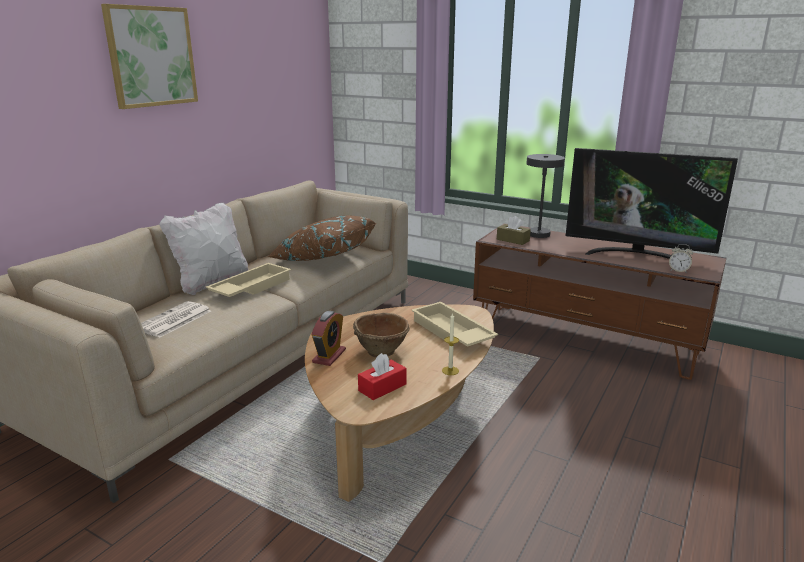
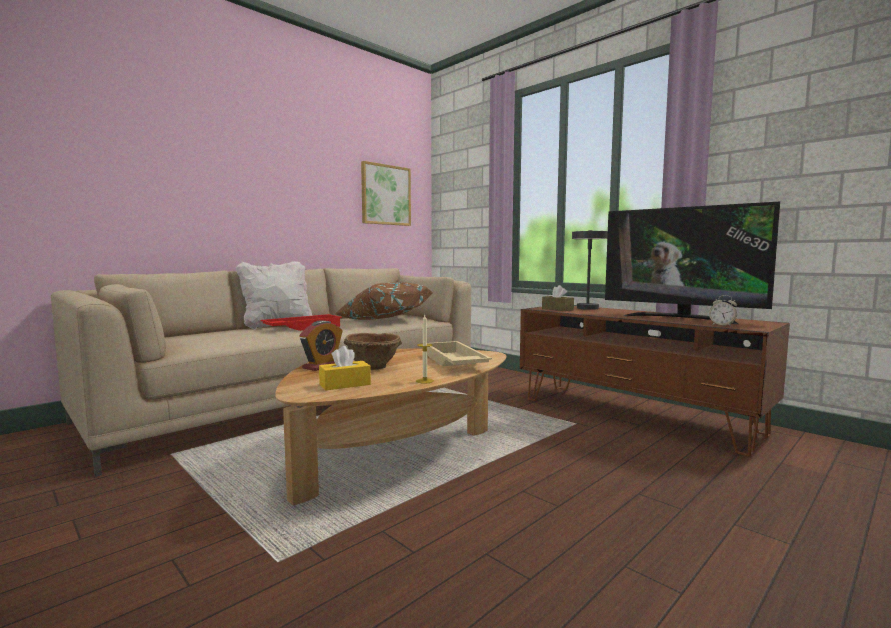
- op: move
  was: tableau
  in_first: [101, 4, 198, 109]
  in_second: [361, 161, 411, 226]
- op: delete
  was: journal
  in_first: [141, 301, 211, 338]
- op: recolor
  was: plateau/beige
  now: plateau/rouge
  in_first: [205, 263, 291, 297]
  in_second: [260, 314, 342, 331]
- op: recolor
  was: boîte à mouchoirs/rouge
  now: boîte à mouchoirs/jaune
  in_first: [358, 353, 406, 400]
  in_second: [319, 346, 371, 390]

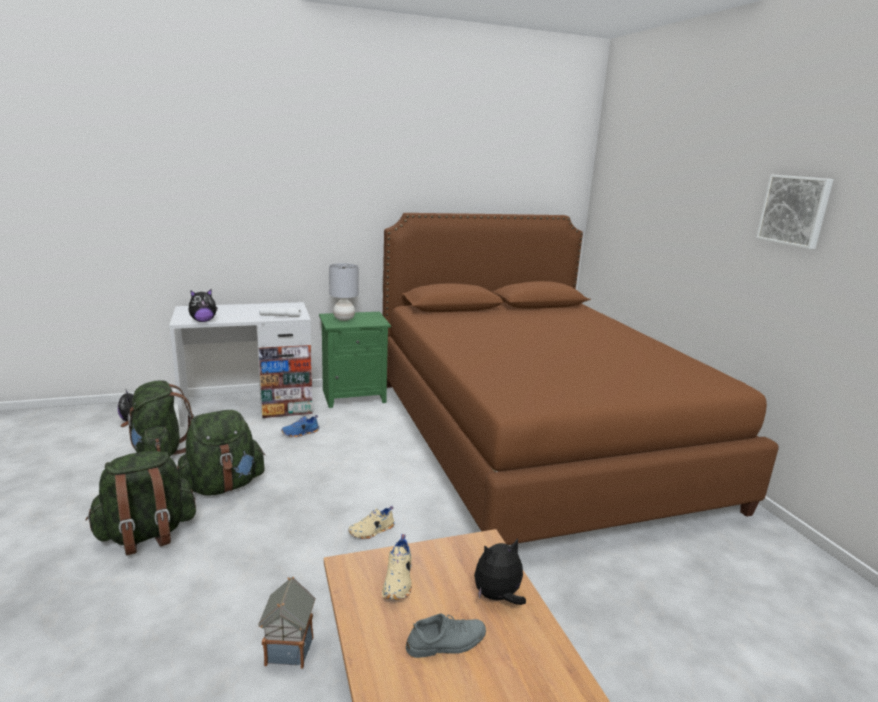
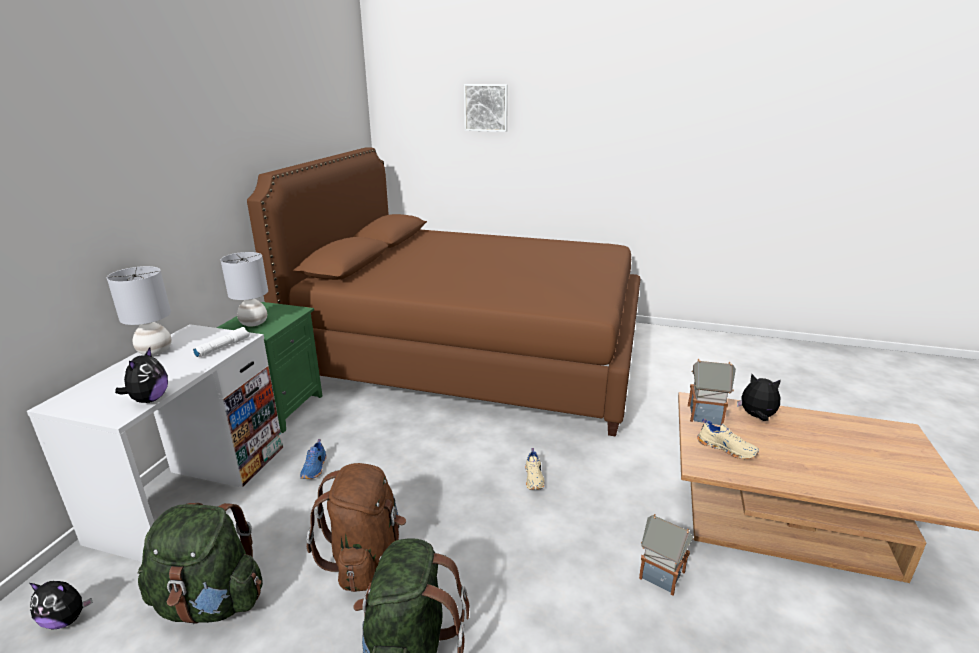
- op: recolor
  was: sac à dos/vert
  now: sac à dos/marron
  in_first: [177, 410, 265, 496]
  in_second: [306, 463, 406, 592]
- op: delete
  was: chaussure/gris
  in_first: [406, 613, 486, 658]
- op: rotate
  was: peluche
  in_first: [474, 539, 526, 605]
  in_second: [737, 374, 781, 421]
  clockwise: 105
- op: move
  was: tableau
  in_first: [756, 175, 834, 249]
  in_second: [464, 84, 508, 132]
- op: insert
  now: lampe de table/gris
  in_second: [107, 266, 172, 355]
- op: insert
  now: maison miniature
  in_second: [688, 359, 736, 425]

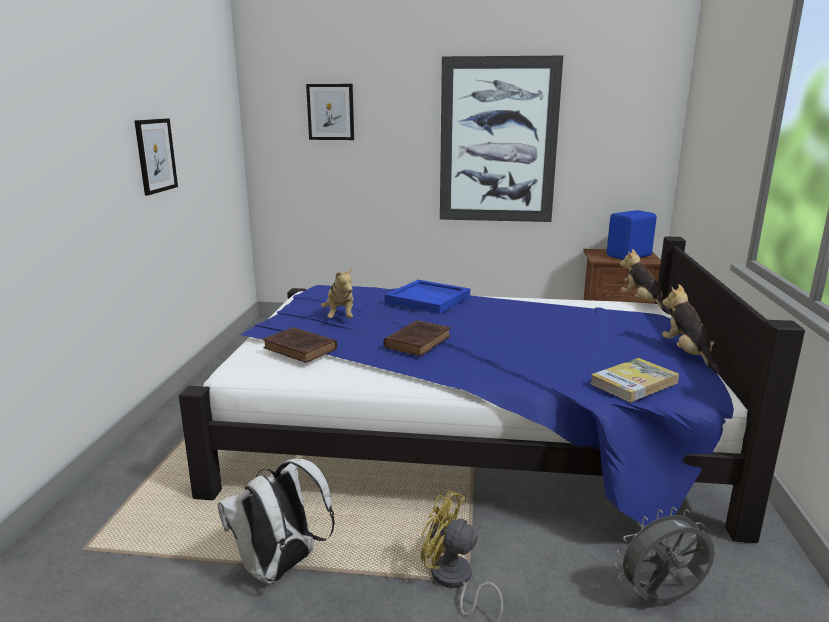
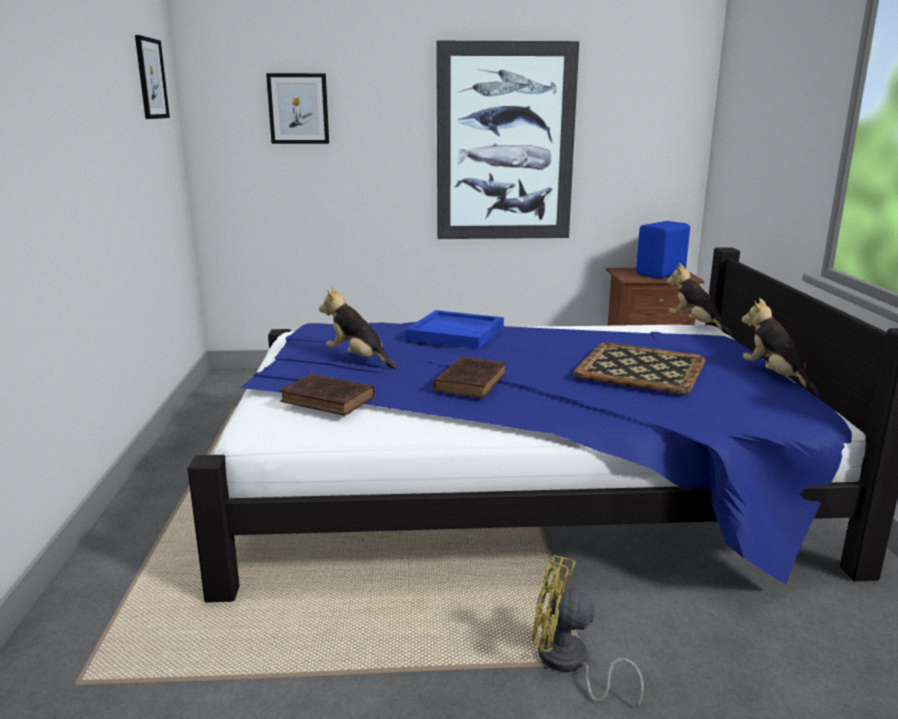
- op: move
  was: tableau
  in_first: [134, 118, 178, 195]
  in_second: [135, 35, 170, 119]
- op: delete
  was: sac à dos/blanc
  in_first: [218, 458, 335, 584]
- op: rotate
  was: peluche
  in_first: [321, 267, 353, 318]
  in_second: [319, 287, 398, 369]
  clockwise: 150
- op: delete
  was: livre
  in_first: [590, 358, 679, 402]
- op: delete
  was: ventilateur/gris
  in_first: [615, 507, 715, 603]
- op: insert
  now: plateau
  in_second: [573, 343, 706, 394]

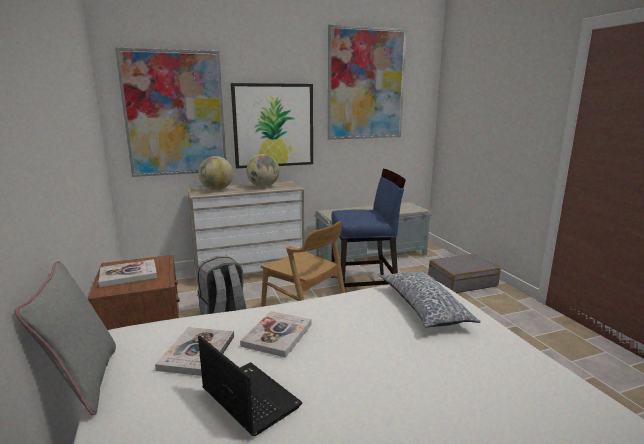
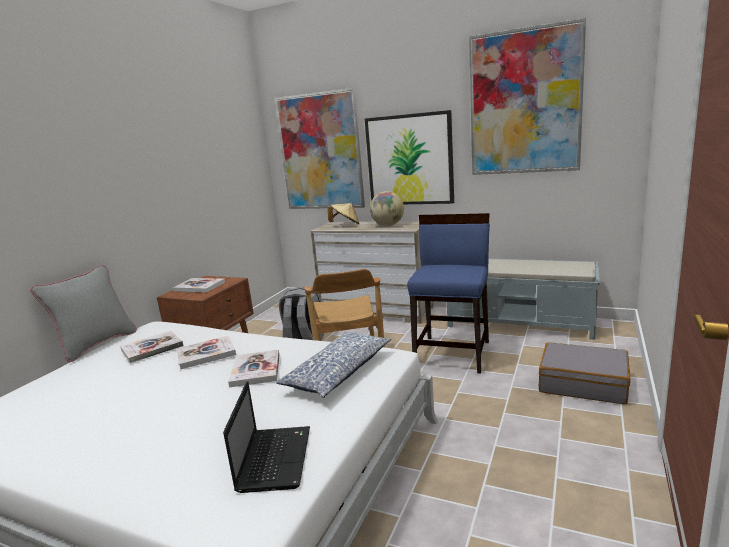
- op: replace
  was: globe
  now: chapeau/beige
  in_first: [198, 156, 233, 190]
  in_second: [327, 203, 359, 224]
- op: move
  was: ordinateur portable
  in_first: [198, 336, 302, 436]
  in_second: [223, 381, 310, 493]
- op: rotate
  was: chaise/bleu
  in_first: [331, 169, 406, 294]
  in_second: [407, 213, 490, 374]
  clockwise: -105
- op: insert
  now: livre
  in_second: [228, 349, 280, 388]

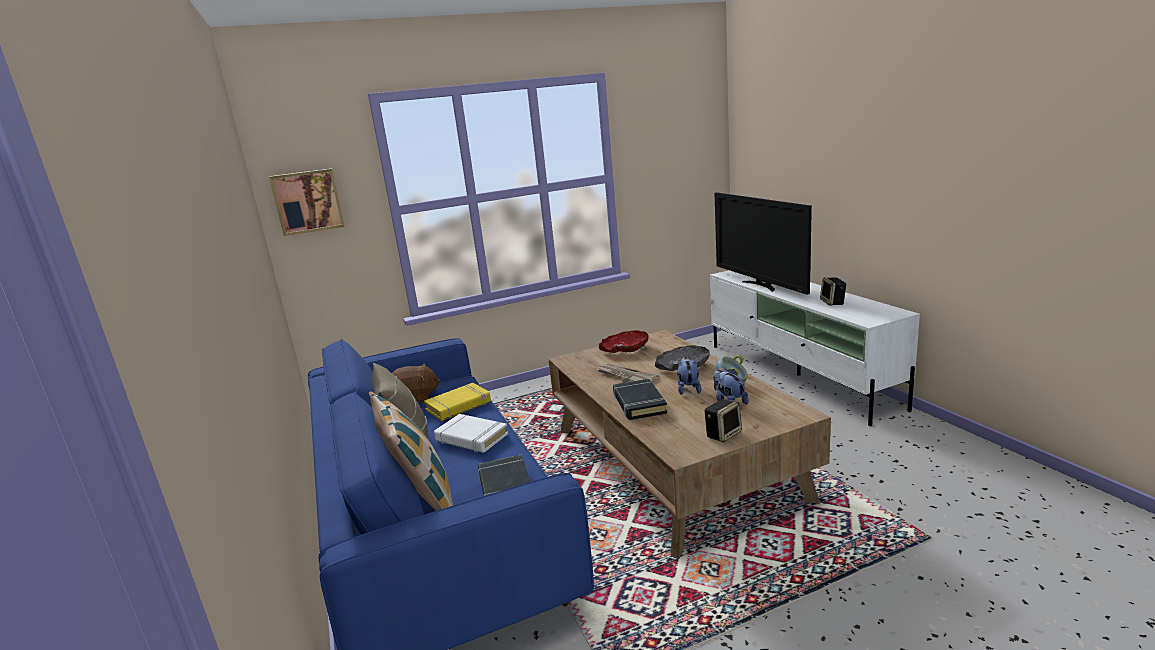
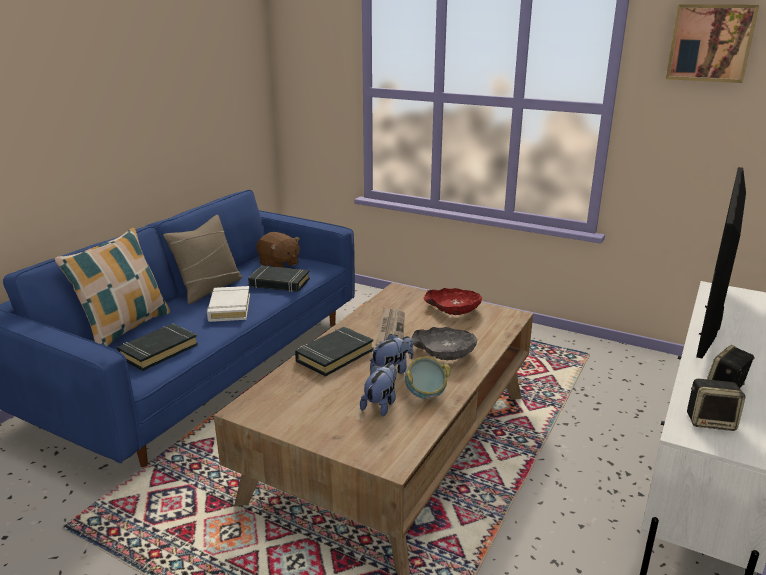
- op: move
  was: tableau
  in_first: [269, 169, 345, 236]
  in_second: [666, 4, 759, 83]
- op: recolor
  was: livre/jaune
  now: livre/noir
  in_first: [424, 383, 491, 421]
  in_second: [248, 266, 310, 292]
- op: move
  was: enceinte
  in_first: [704, 399, 742, 443]
  in_second: [687, 379, 746, 431]

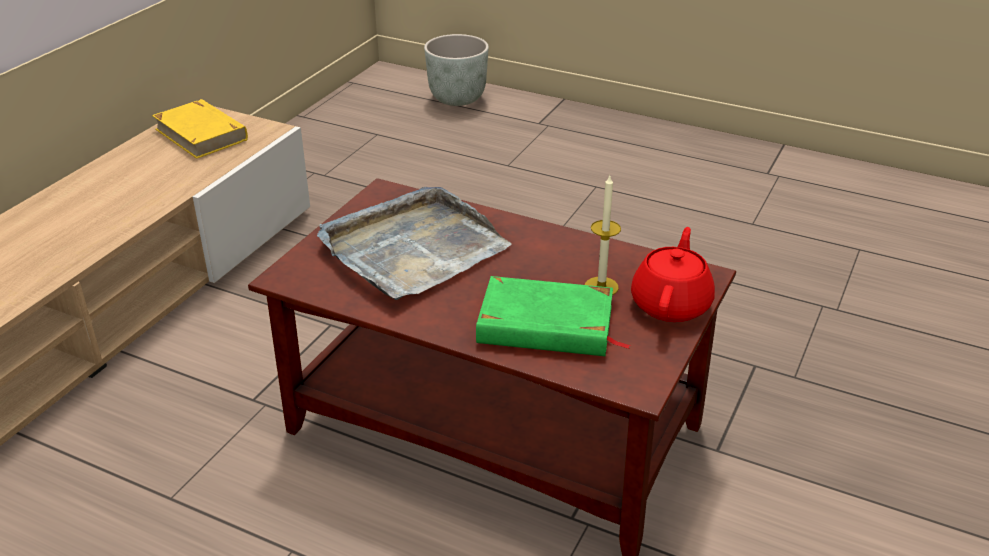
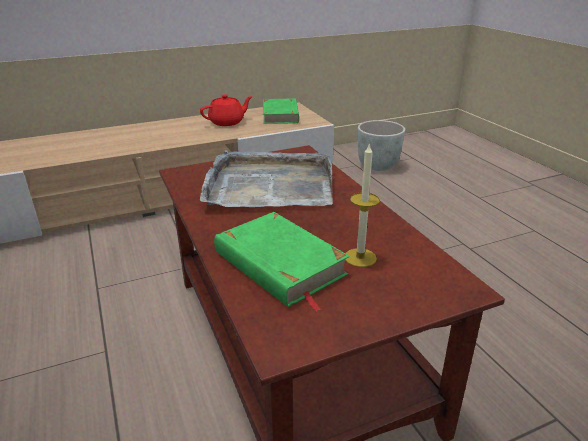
- op: recolor
  was: livre/jaune
  now: livre/vert
  in_first: [152, 99, 248, 159]
  in_second: [263, 98, 299, 124]
- op: move
  was: cache-pot/gris
  in_first: [424, 34, 489, 106]
  in_second: [358, 120, 405, 171]
- op: move
  was: théière/rouge
  in_first: [631, 227, 715, 322]
  in_second: [200, 94, 253, 126]

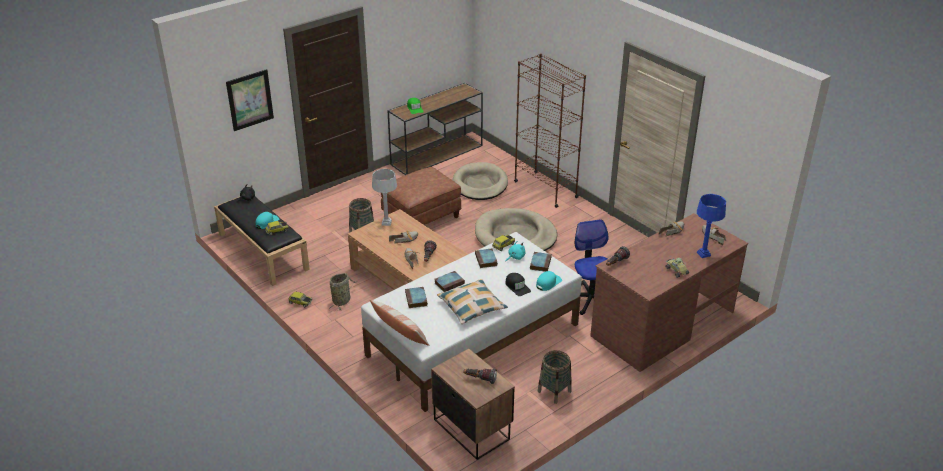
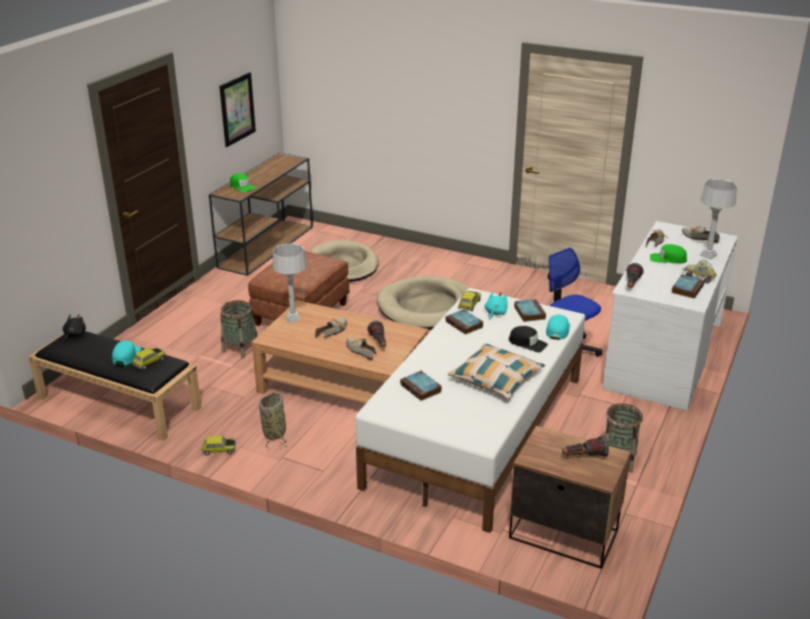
- op: move
  was: tableau
  in_first: [226, 69, 274, 131]
  in_second: [219, 72, 256, 147]
- op: delete
  was: coussin
  in_first: [370, 300, 430, 346]
- op: move
  was: livre
  in_first: [435, 271, 465, 292]
  in_second: [672, 275, 705, 299]
- op: delete
  was: bibliothèque/marron
  in_first: [514, 53, 586, 208]
- op: recolor
  was: bureau/marron
  now: bureau/blanc
  in_first: [590, 213, 748, 372]
  in_second: [602, 221, 738, 411]
- op: recolor
  was: lampe de table/bleu
  now: lampe de table/gris
  in_first: [697, 194, 726, 258]
  in_second: [700, 179, 737, 260]
- op: insert
  now: casquette/vert
  in_second: [650, 244, 687, 264]

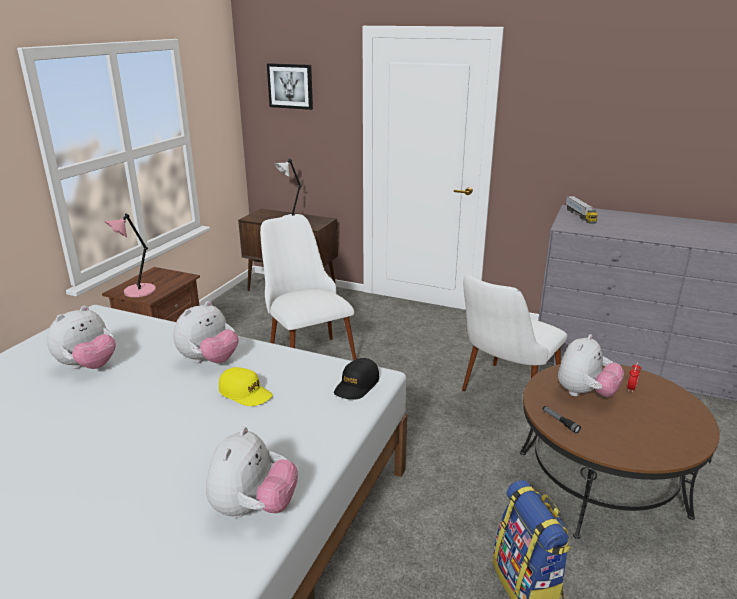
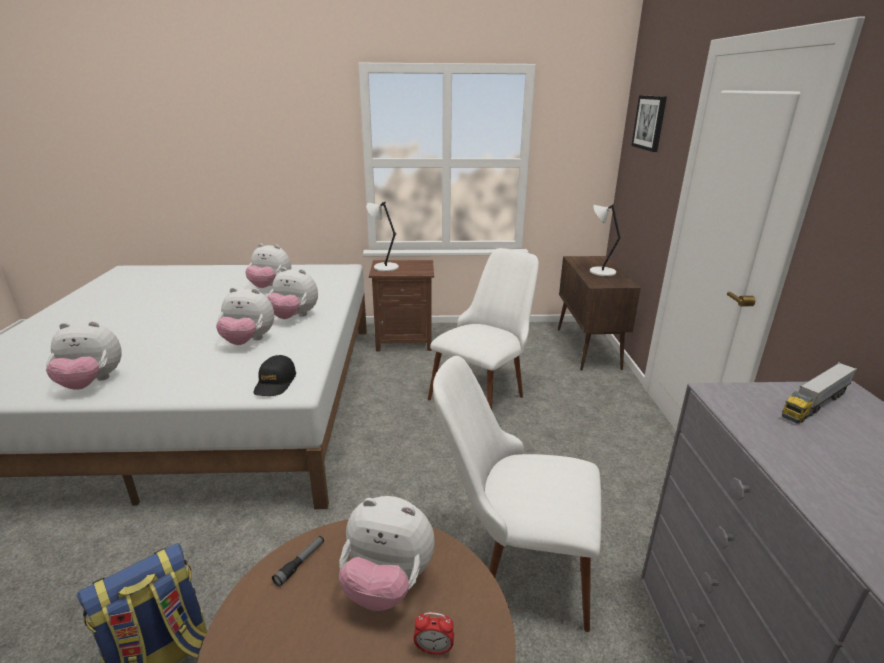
- op: recolor
  was: lampe de table/rose
  now: lampe de table/blanc
  in_first: [104, 214, 156, 297]
  in_second: [366, 201, 399, 272]
- op: replace
  was: casquette/jaune
  now: peluche
  in_first: [219, 367, 273, 406]
  in_second: [216, 287, 274, 345]
- op: rotate
  was: casquette/noir
  in_first: [334, 358, 379, 400]
  in_second: [253, 355, 296, 396]
  clockwise: -90

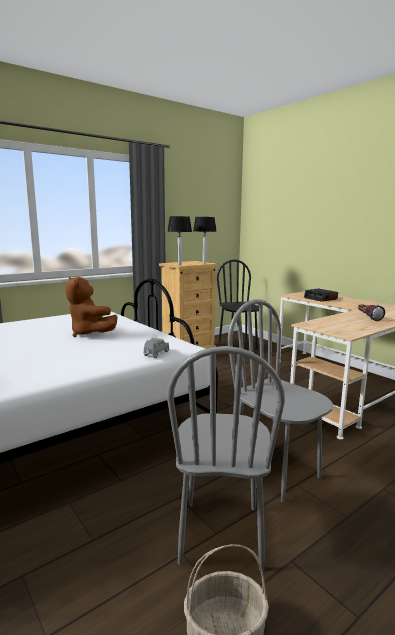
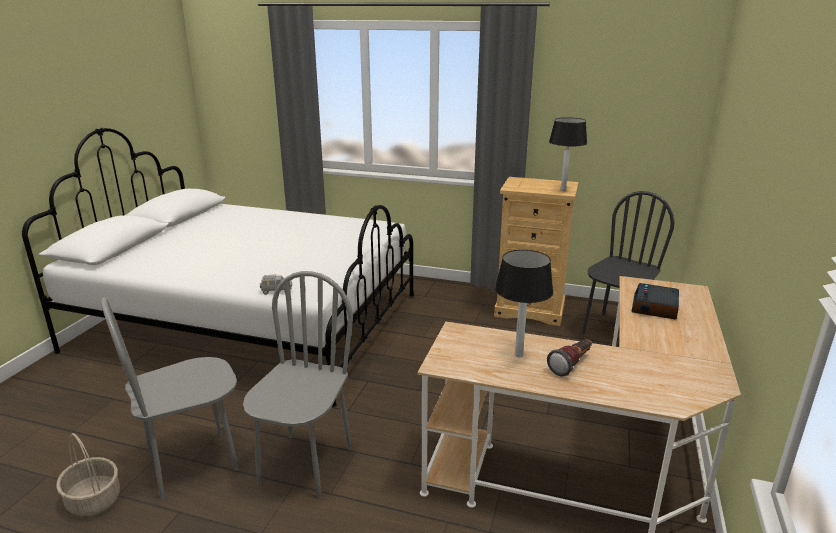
- op: delete
  was: peluche/marron
  in_first: [66, 276, 118, 337]
- op: move
  was: lampe de table
  in_first: [167, 216, 192, 265]
  in_second: [495, 250, 553, 357]

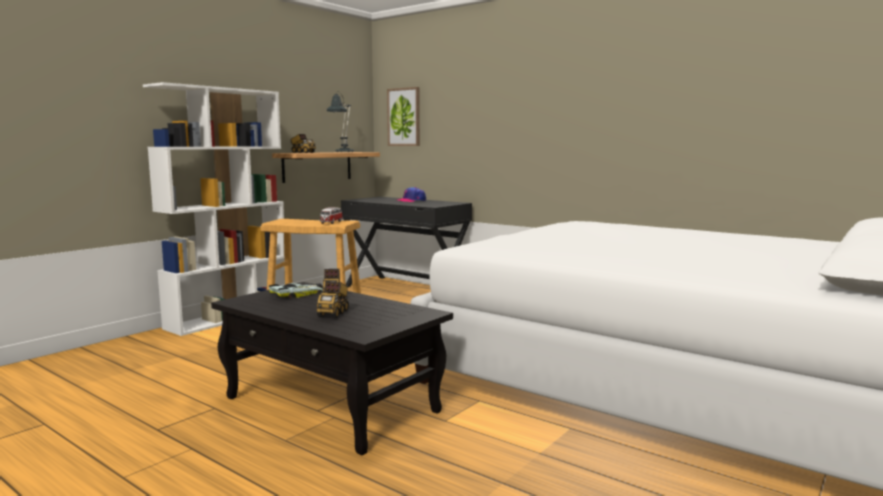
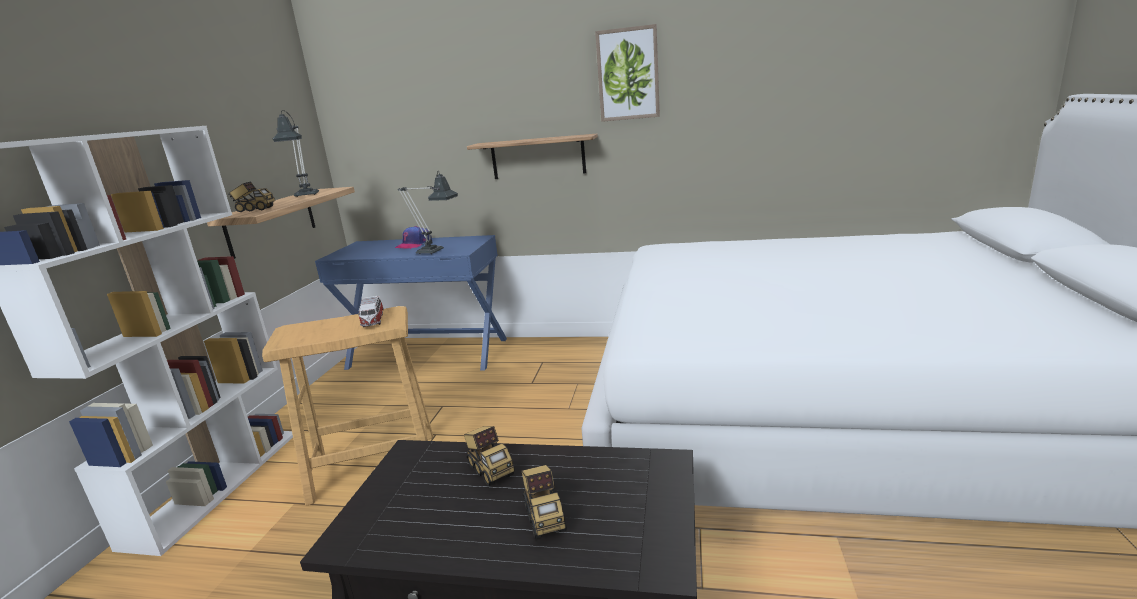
- op: delete
  was: petite voiture
  in_first: [269, 283, 323, 298]
- op: recolor
  was: bureau/noir
  now: bureau/bleu
  in_first: [341, 197, 472, 287]
  in_second: [315, 235, 507, 371]
- op: move
  was: tableau
  in_first: [387, 87, 420, 146]
  in_second: [595, 24, 660, 122]
- op: insert
  now: lampe de table
  in_second: [398, 171, 458, 254]
- op: insert
  now: étagère
  in_second: [467, 134, 598, 179]

